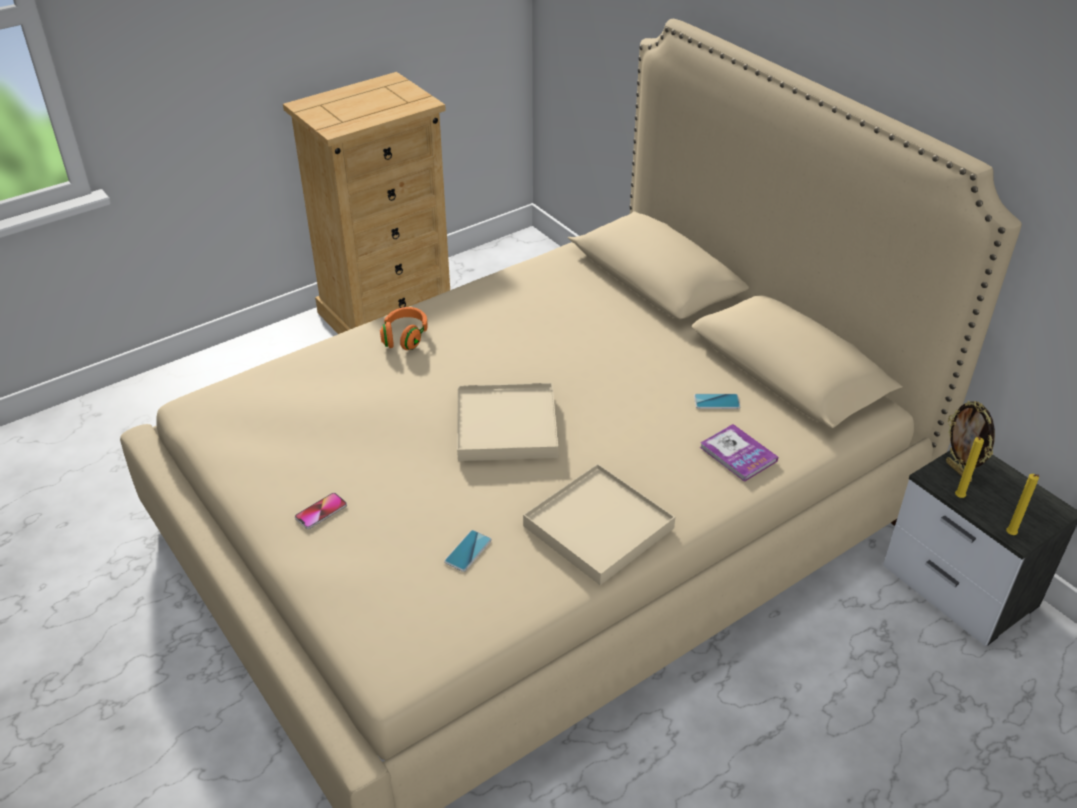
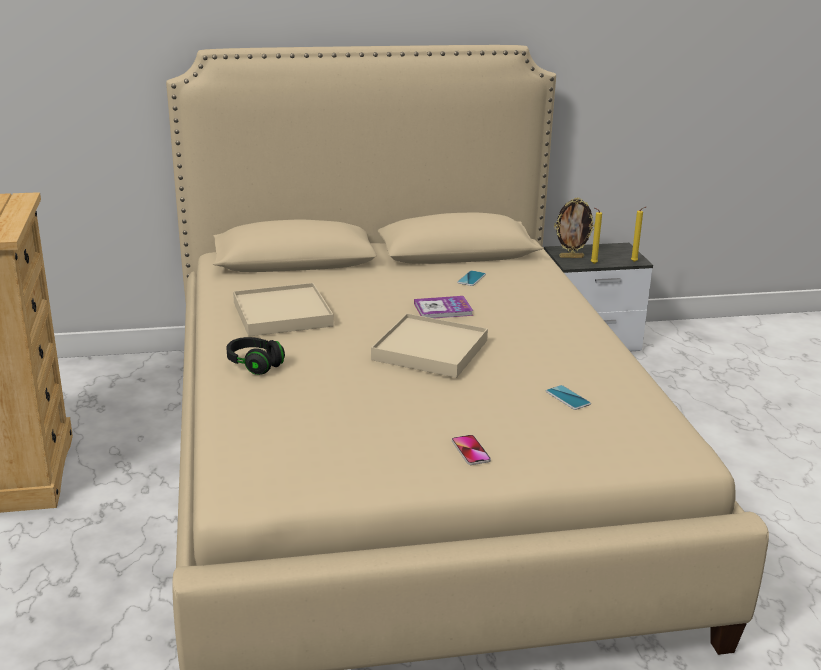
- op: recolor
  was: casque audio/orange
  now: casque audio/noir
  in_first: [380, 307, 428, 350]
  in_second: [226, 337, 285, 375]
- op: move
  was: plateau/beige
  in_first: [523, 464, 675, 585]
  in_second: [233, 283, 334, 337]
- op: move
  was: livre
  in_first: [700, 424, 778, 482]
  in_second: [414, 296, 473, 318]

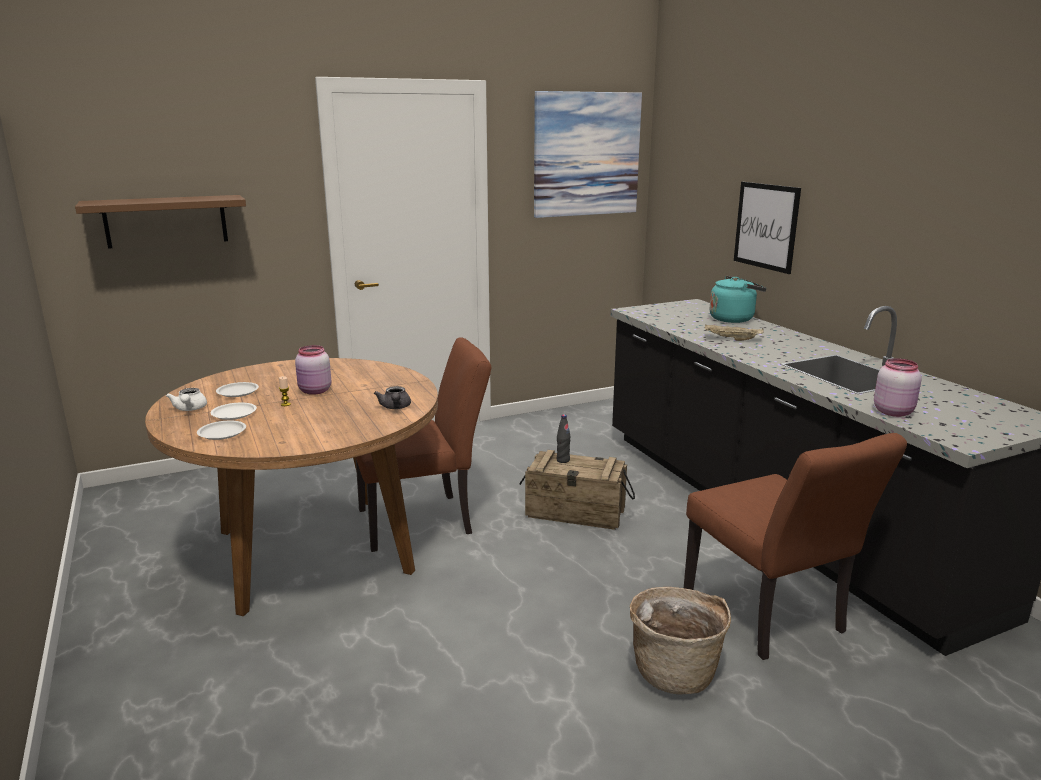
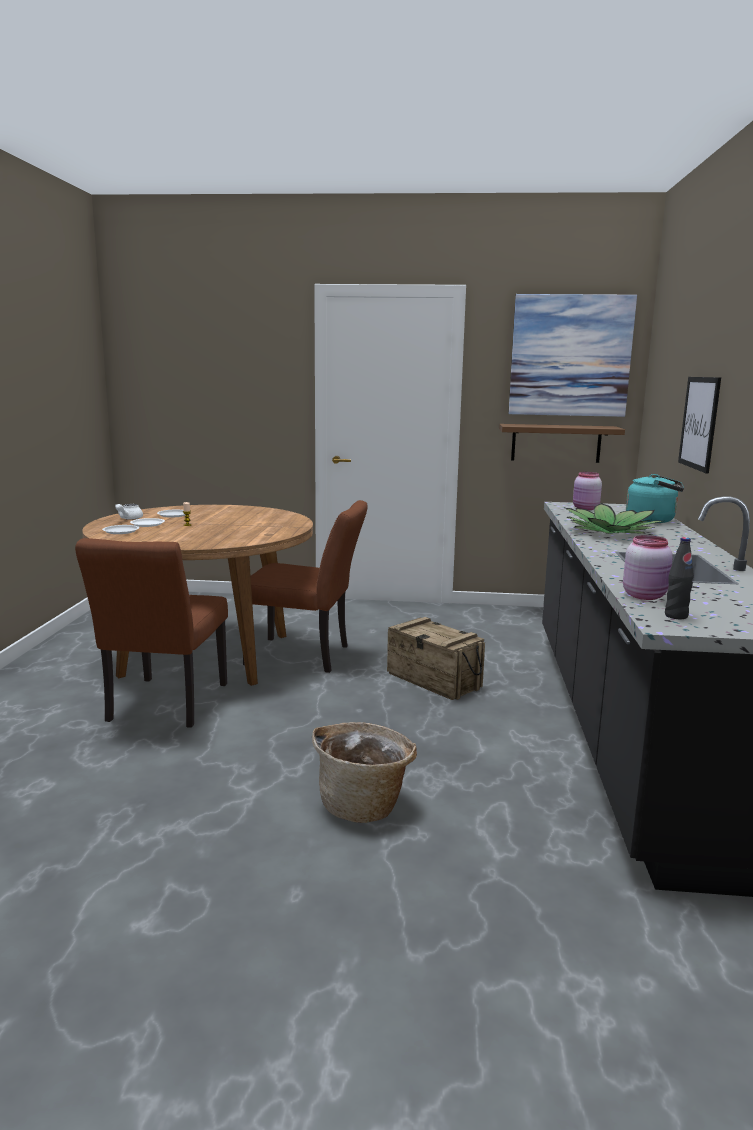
- op: move
  was: étagère/marron
  in_first: [75, 195, 246, 249]
  in_second: [499, 424, 625, 463]
- op: move
  was: bocal/rose
  in_first: [295, 345, 331, 395]
  in_second: [573, 472, 602, 510]
- op: delete
  was: théière/gris
  in_first: [374, 386, 411, 409]
- op: move
  was: bouteille/noir
  in_first: [557, 414, 571, 463]
  in_second: [665, 537, 694, 619]
- op: move
  was: chaise/marron
  in_first: [684, 433, 907, 660]
  in_second: [75, 538, 228, 727]
- op: replace
  was: plateau/beige
  now: plante en pot
  in_first: [705, 325, 763, 341]
  in_second: [563, 503, 662, 534]

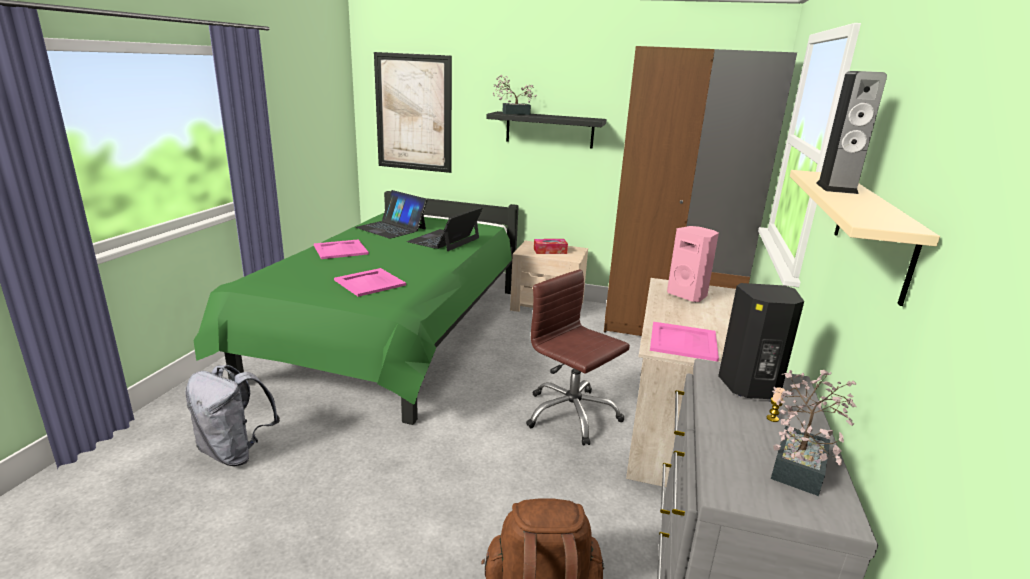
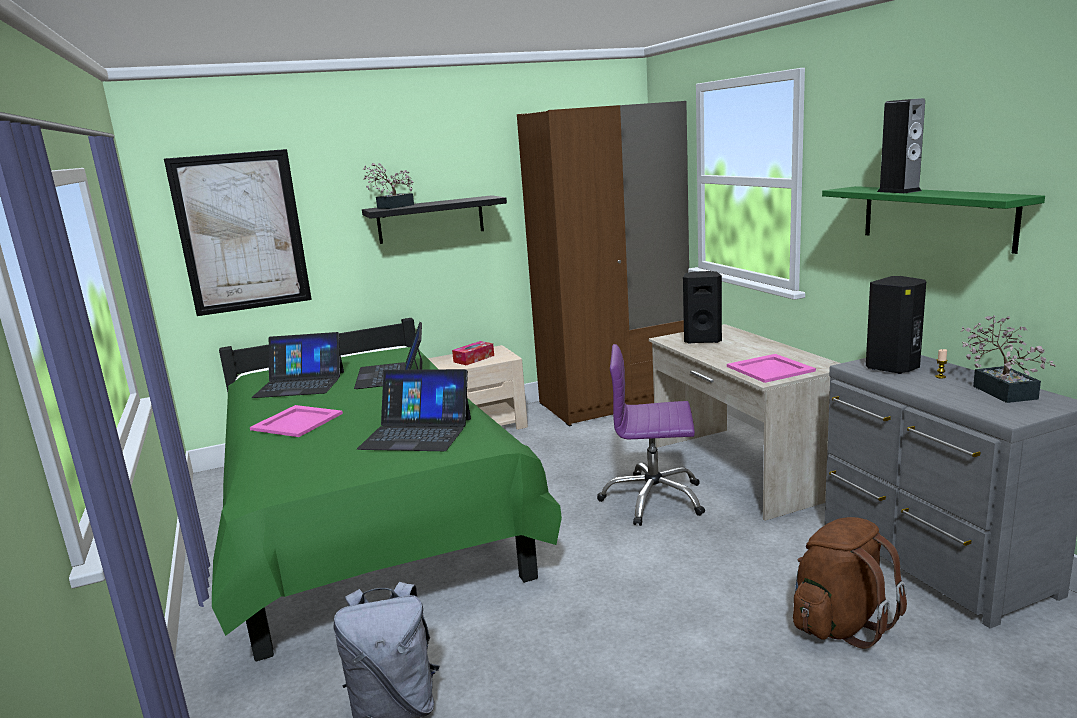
- op: replace
  was: plateau/rose
  now: ordinateur portable
  in_first: [334, 268, 406, 297]
  in_second: [357, 369, 471, 451]
- op: recolor
  was: chaise de bureau/marron
  now: chaise de bureau/violet
  in_first: [526, 269, 630, 445]
  in_second: [597, 344, 705, 526]
- op: recolor
  was: enceinte/rose
  now: enceinte/noir
  in_first: [667, 226, 719, 302]
  in_second: [683, 271, 722, 344]
- op: recolor
  was: étagère/beige
  now: étagère/vert
  in_first: [790, 170, 940, 306]
  in_second: [822, 186, 1045, 254]

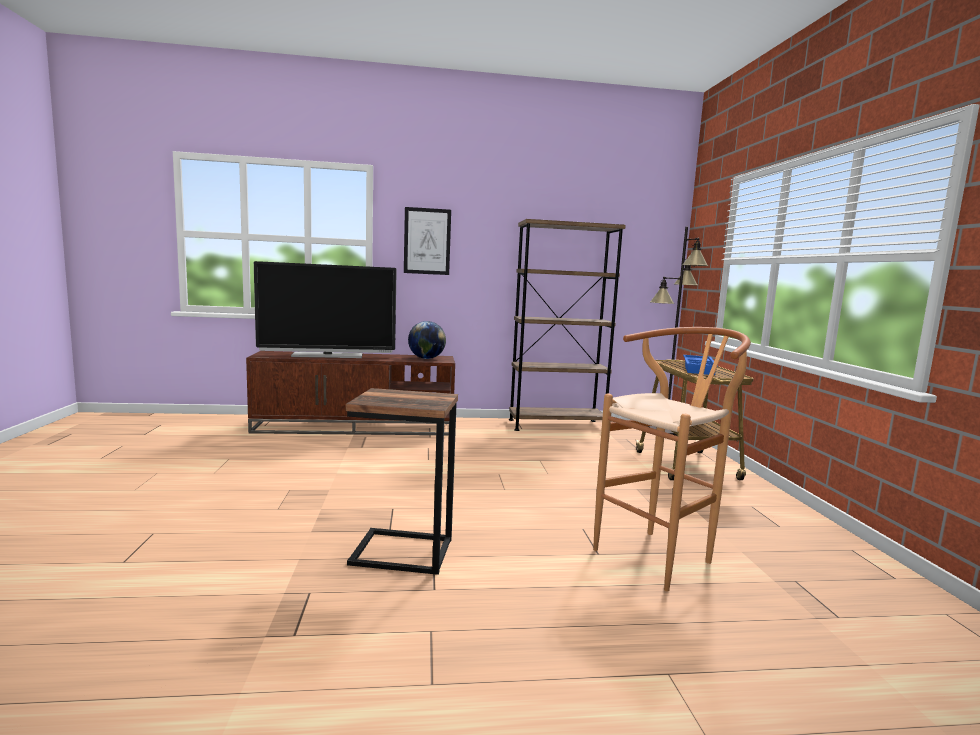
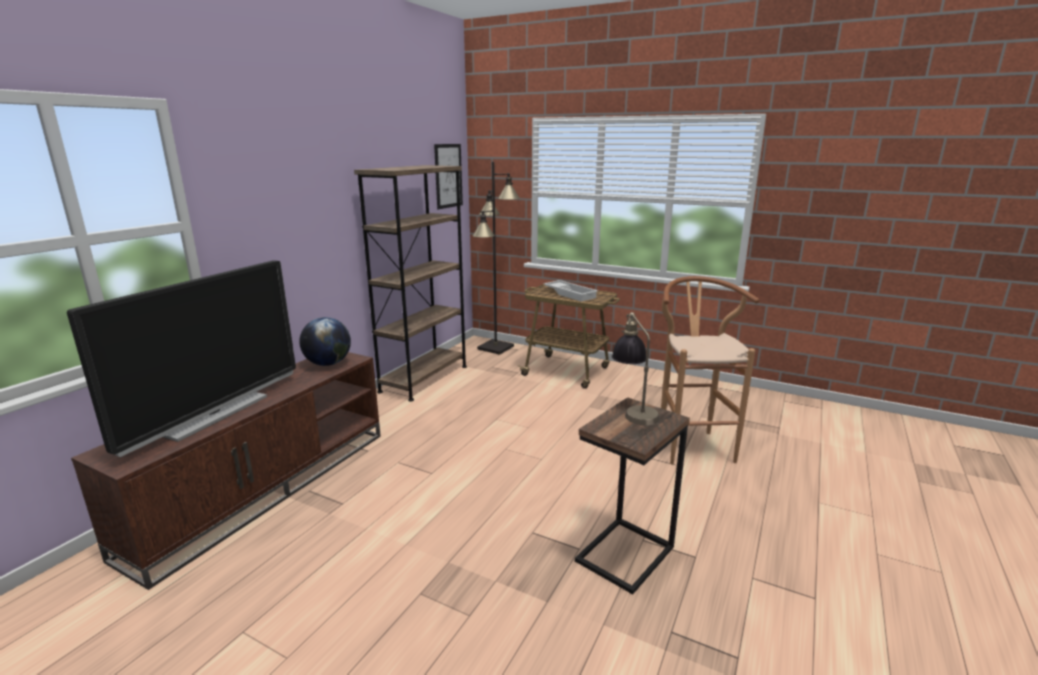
- op: move
  was: tableau
  in_first: [404, 207, 451, 275]
  in_second: [434, 144, 463, 209]
- op: recolor
  was: plateau/bleu
  now: plateau/blanc
  in_first: [683, 355, 718, 375]
  in_second: [544, 280, 598, 302]
- op: insert
  now: lampe de table
  in_second: [612, 312, 660, 425]

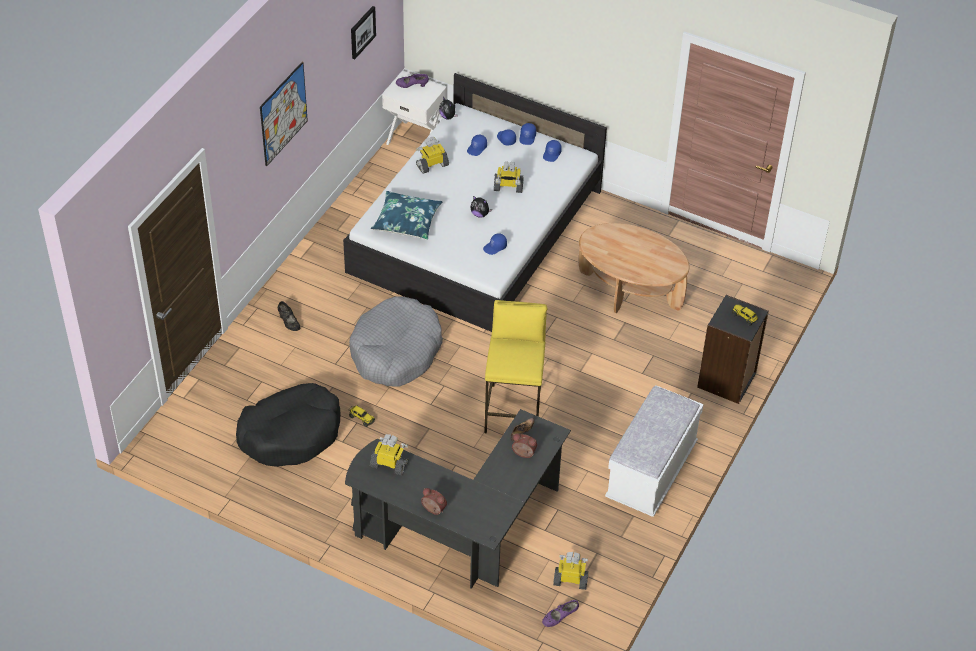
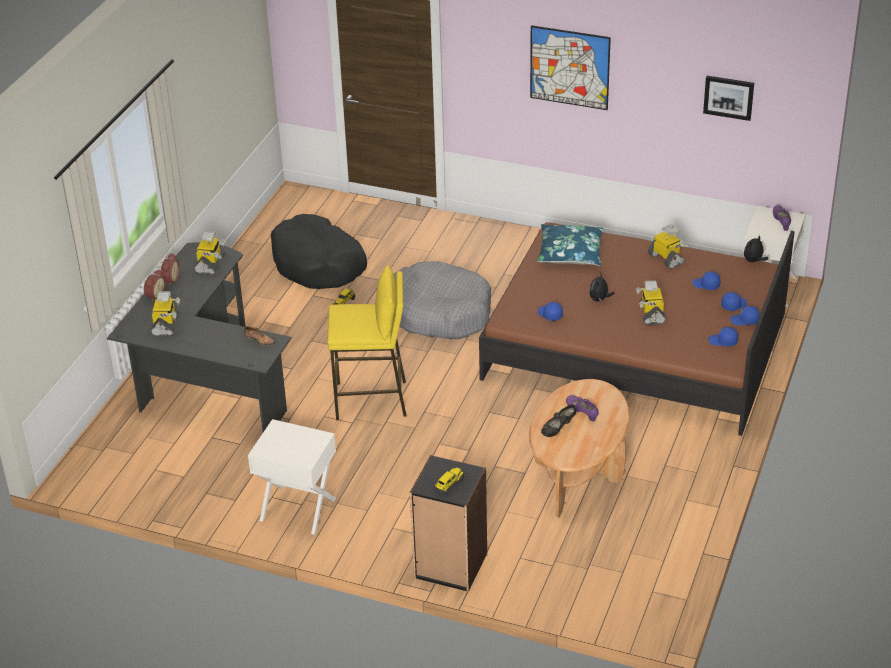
- op: move
  was: chaussure/noir
  in_first: [278, 301, 300, 331]
  in_second: [541, 404, 576, 437]
- op: recolor
  was: lit/blanc
  now: lit/marron
  in_first: [343, 73, 607, 332]
  in_second: [479, 222, 795, 436]
- op: move
  was: réveil
  in_first: [512, 433, 537, 458]
  in_second: [161, 253, 180, 286]
- op: move
  was: chaussure/violet
  in_first: [542, 600, 579, 627]
  in_second: [566, 395, 599, 422]
- op: move
  was: robot jouet
  in_first: [553, 552, 589, 590]
  in_second: [151, 291, 180, 336]
- op: replace
  was: banc/blanc
  now: table de chevet/blanc
  in_first: [605, 385, 704, 517]
  in_second: [248, 419, 336, 535]

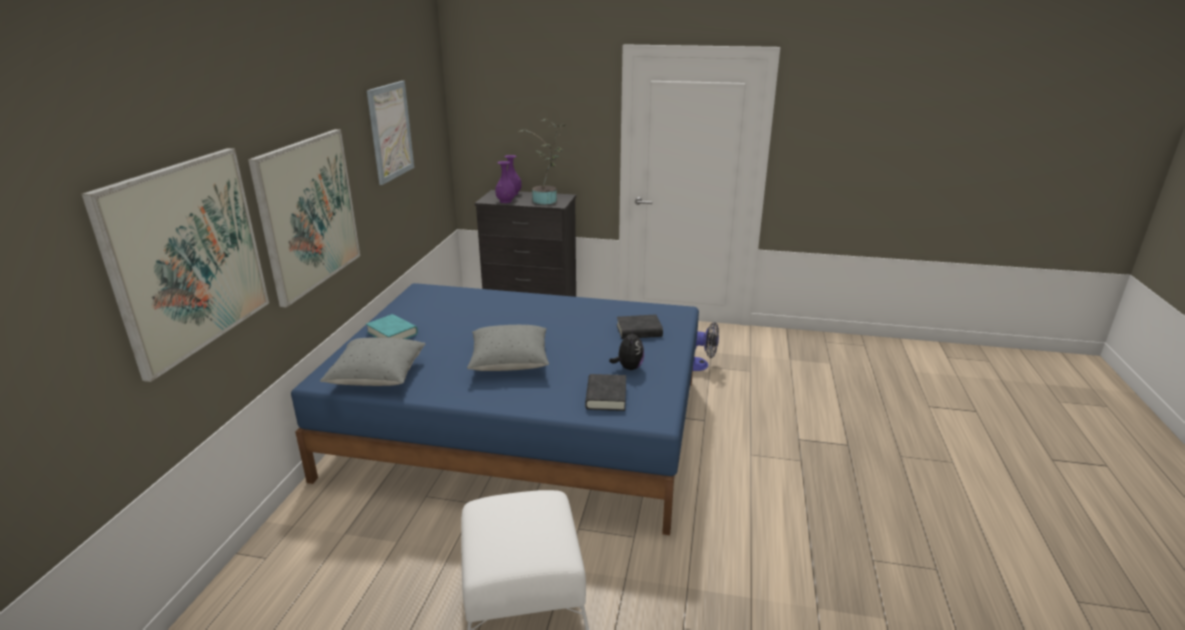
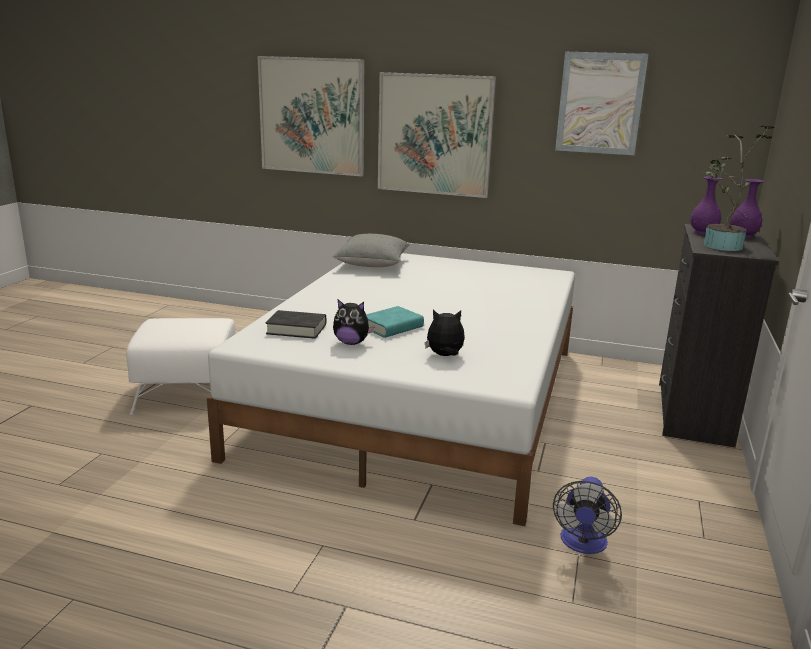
- op: recolor
  was: lit/bleu
  now: lit/blanc
  in_first: [291, 283, 699, 535]
  in_second: [207, 253, 575, 526]
- op: move
  was: livre/turquoise
  in_first: [366, 314, 418, 339]
  in_second: [366, 306, 424, 338]
- op: delete
  was: coussin/gris
  in_first: [467, 325, 549, 371]
- op: replace
  was: livre/noir
  now: peluche
  in_first: [617, 314, 663, 339]
  in_second: [425, 310, 465, 356]

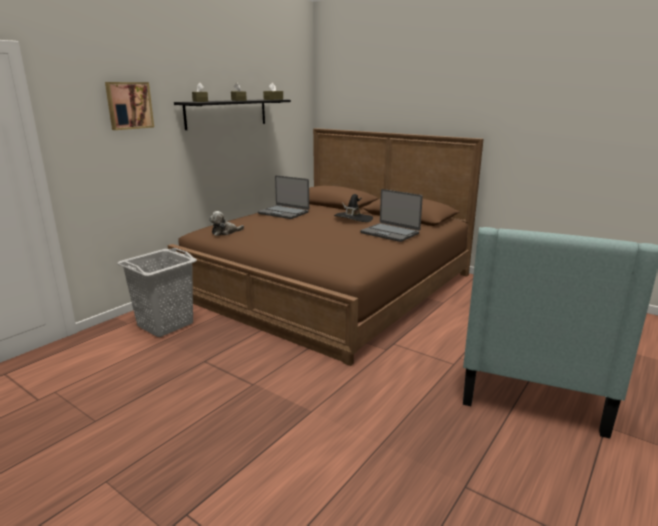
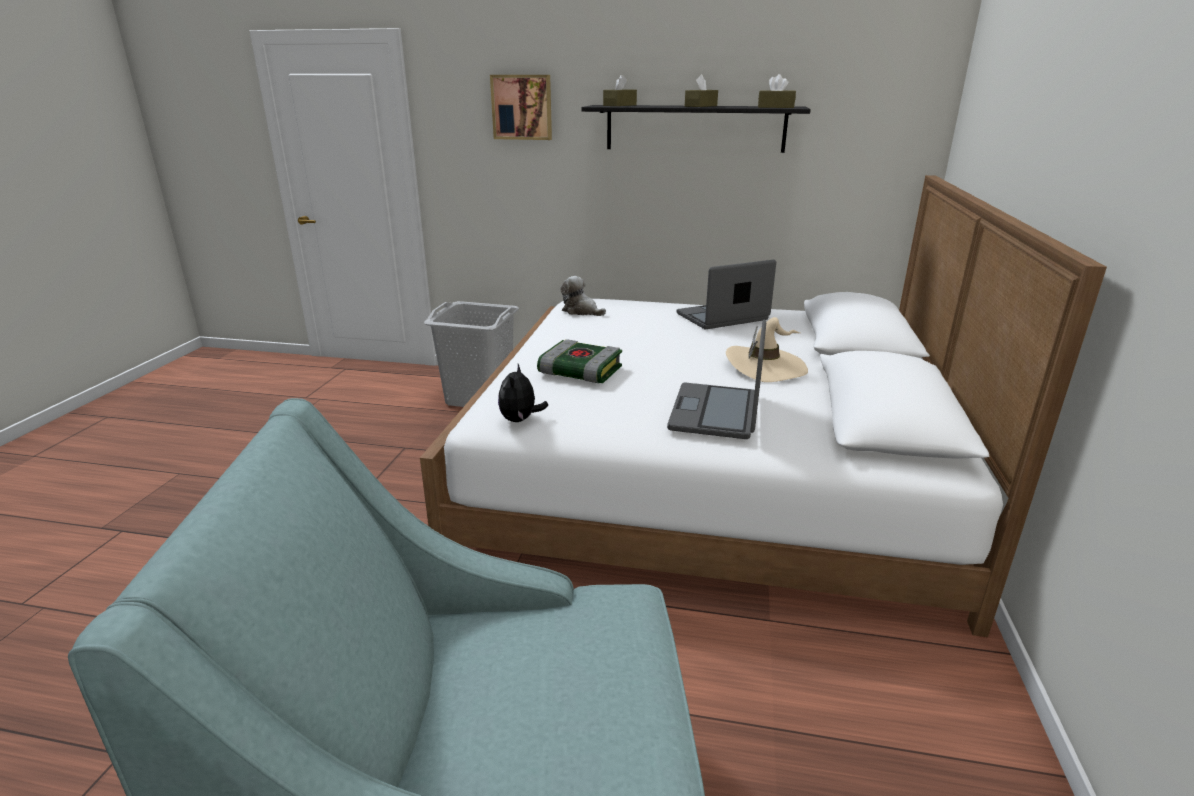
- op: recolor
  was: lit/marron
  now: lit/blanc
  in_first: [168, 128, 484, 366]
  in_second: [420, 175, 1107, 637]
- op: rotate
  was: ordinateur portable
  in_first: [258, 175, 309, 219]
  in_second: [676, 260, 776, 329]
  clockwise: 60
- op: recolor
  was: chapeau/noir
  now: chapeau/beige
  in_first: [334, 194, 373, 222]
  in_second: [726, 317, 808, 382]
- op: insert
  now: peluche
  in_second: [498, 364, 548, 422]
- op: insert
  now: livre
  in_second: [537, 339, 622, 383]

